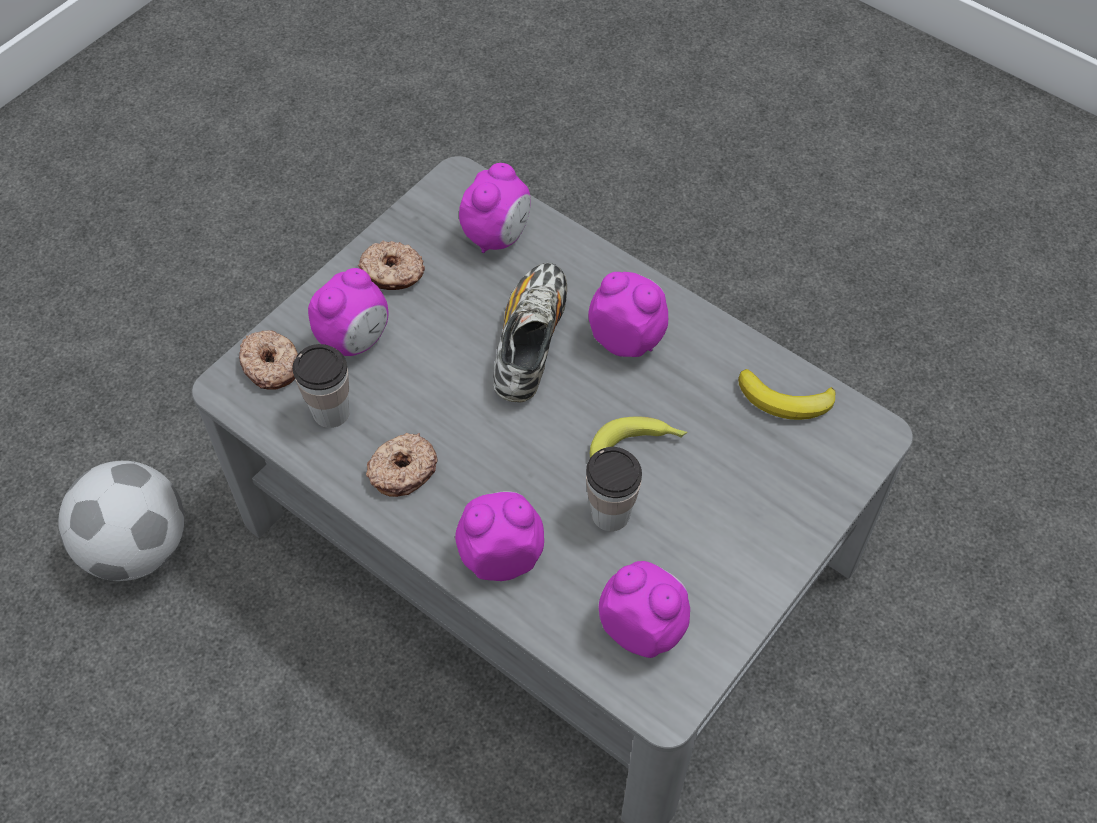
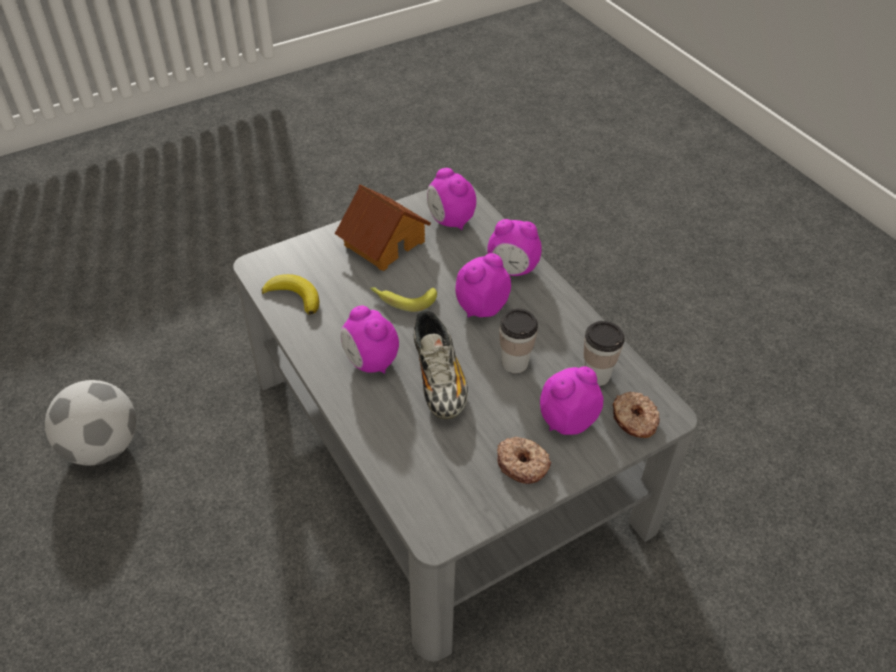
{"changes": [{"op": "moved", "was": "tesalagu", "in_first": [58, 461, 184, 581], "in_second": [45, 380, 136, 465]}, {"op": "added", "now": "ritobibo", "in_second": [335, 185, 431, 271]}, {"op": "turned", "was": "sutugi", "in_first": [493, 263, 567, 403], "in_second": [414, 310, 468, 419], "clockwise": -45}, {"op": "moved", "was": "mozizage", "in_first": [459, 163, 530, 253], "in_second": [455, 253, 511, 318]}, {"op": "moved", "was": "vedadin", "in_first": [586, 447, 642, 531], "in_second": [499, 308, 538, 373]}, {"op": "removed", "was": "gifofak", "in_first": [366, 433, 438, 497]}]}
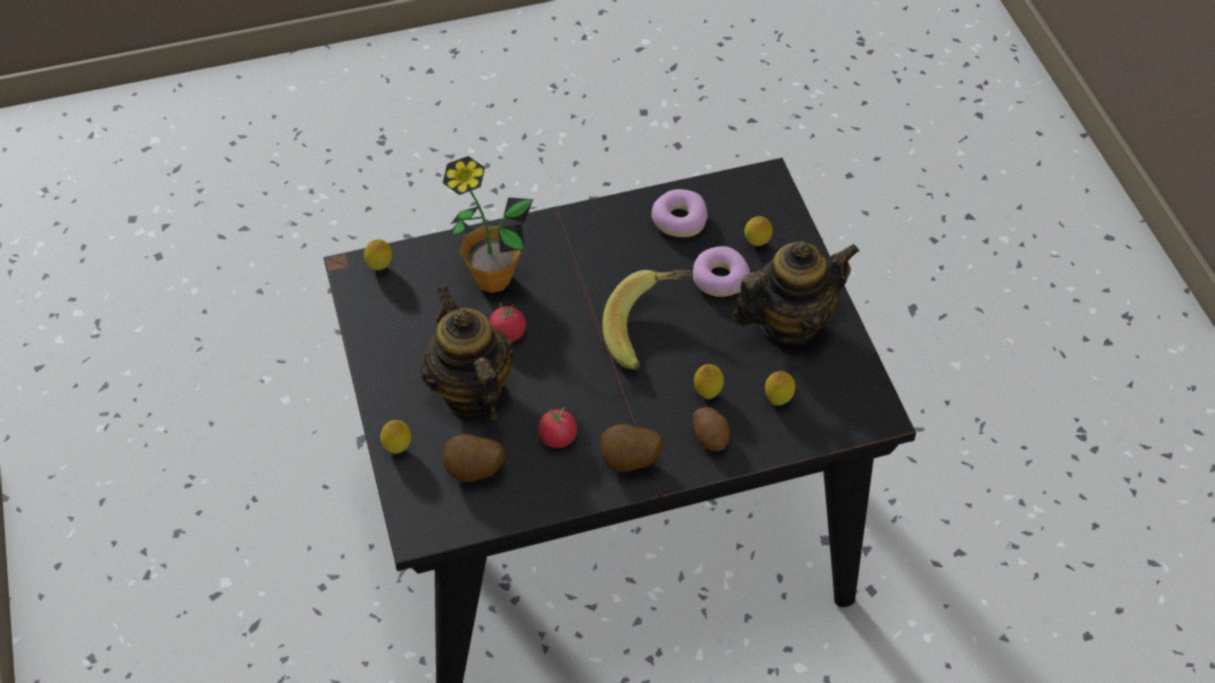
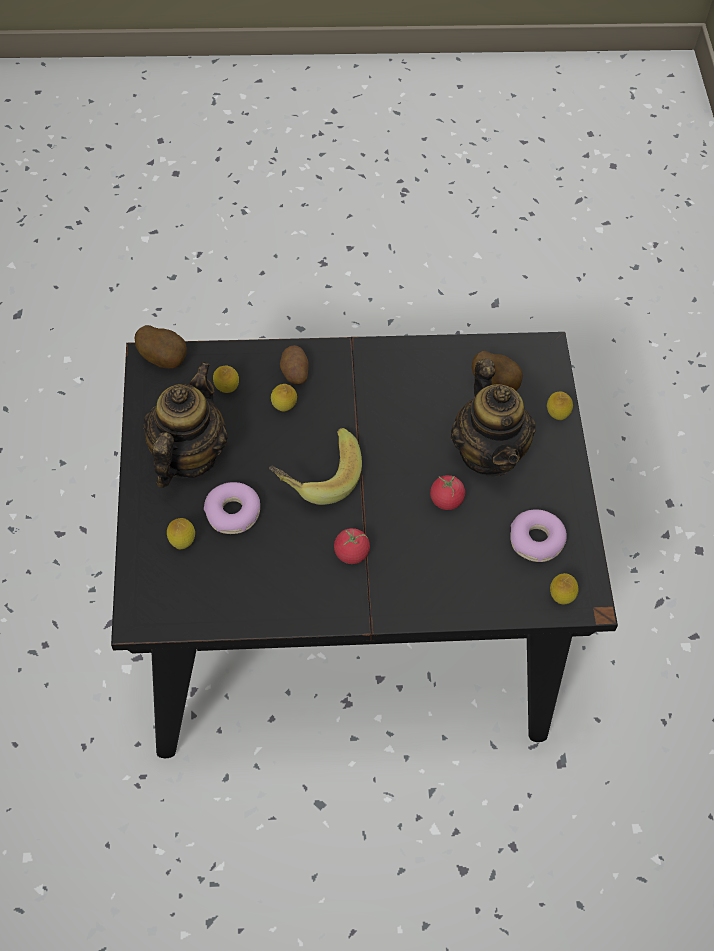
{"changes": [{"op": "moved", "was": "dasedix", "in_first": [600, 424, 663, 472], "in_second": [135, 325, 187, 369]}, {"op": "turned", "was": "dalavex", "in_first": [731, 241, 860, 346], "in_second": [143, 362, 228, 488], "clockwise": 120}, {"op": "moved", "was": "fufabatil", "in_first": [538, 407, 577, 448], "in_second": [334, 528, 370, 564]}, {"op": "moved", "was": "gifofak", "in_first": [651, 189, 708, 237], "in_second": [510, 510, 567, 562]}, {"op": "removed", "was": "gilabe", "in_first": [443, 156, 533, 293]}]}
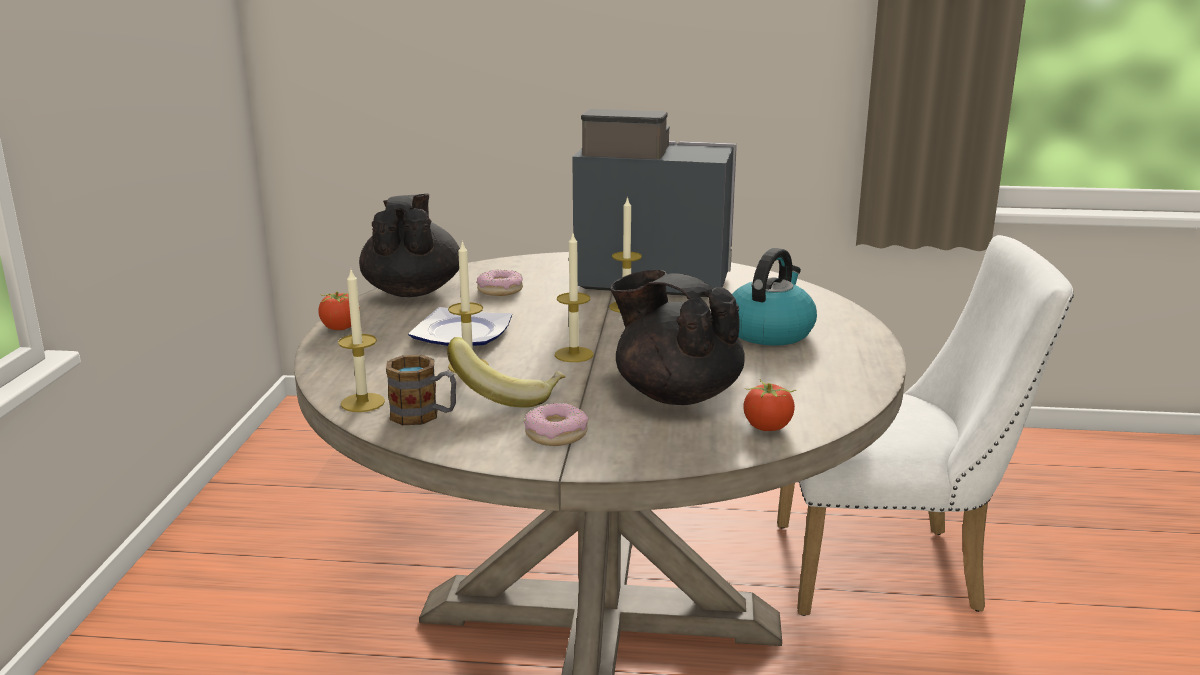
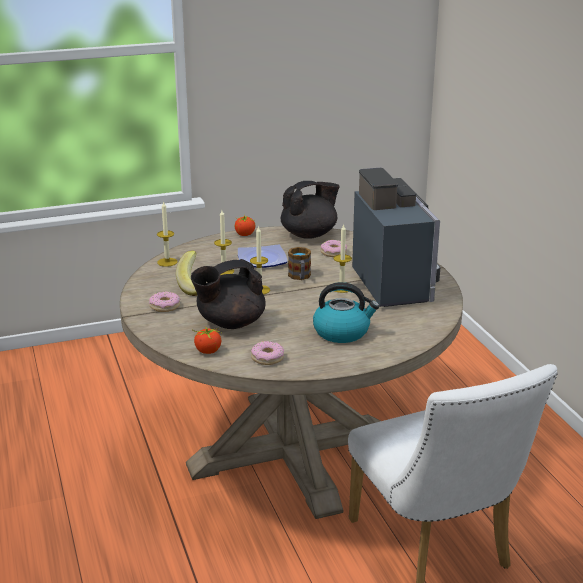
{"changes": [{"op": "turned", "was": "black dalavex", "in_first": [611, 270, 745, 405], "in_second": [191, 259, 266, 329], "clockwise": -135}, {"op": "added", "now": "gifofak", "in_second": [251, 341, 284, 365]}, {"op": "moved", "was": "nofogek", "in_first": [386, 355, 456, 425], "in_second": [288, 247, 311, 280]}]}
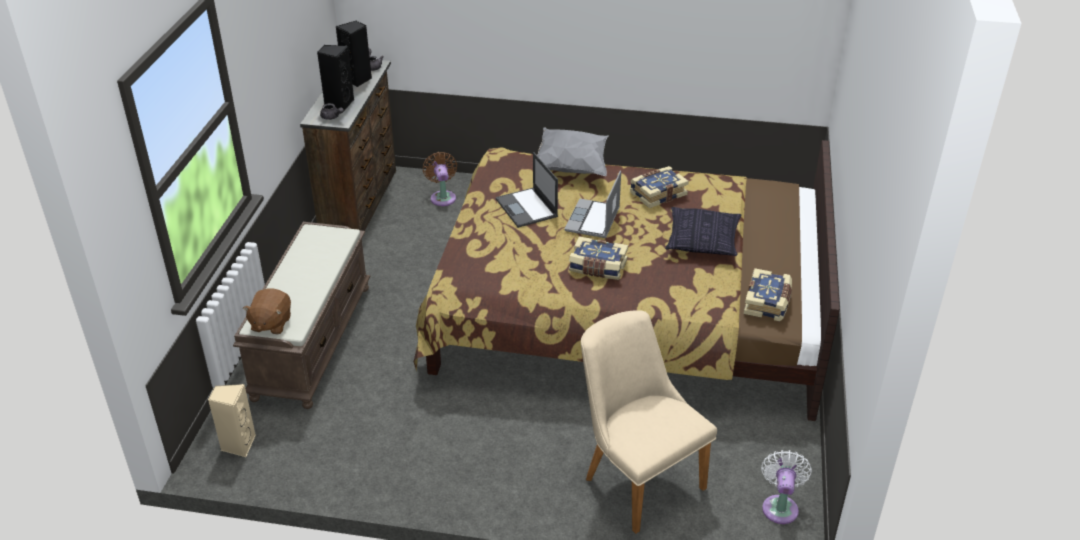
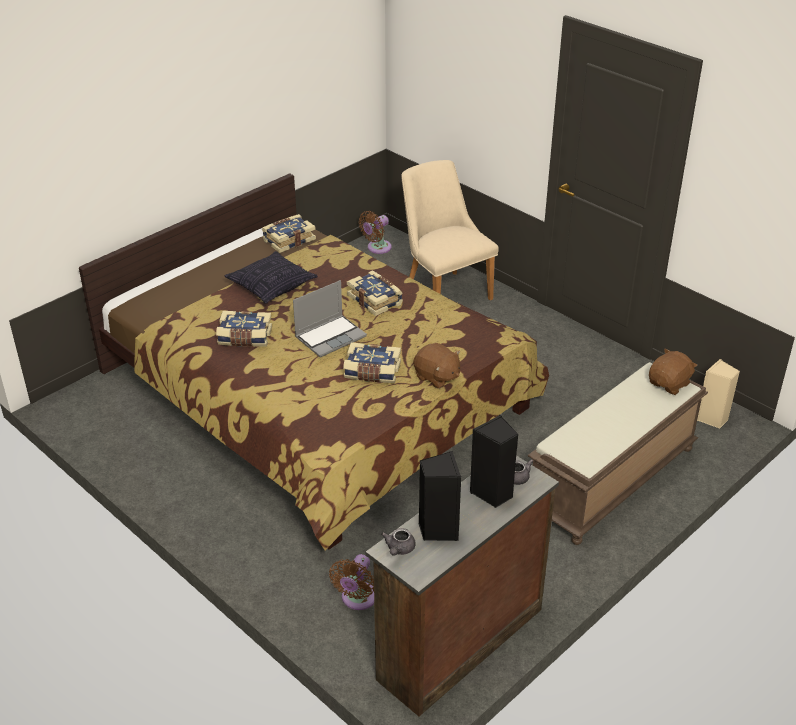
{"changes": [{"op": "replaced", "was": "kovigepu", "now": "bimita", "in_first": [496, 152, 558, 228], "in_second": [343, 342, 401, 383]}, {"op": "recoloured", "was": "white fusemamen", "now": "brown fusemamen", "in_first": [761, 450, 812, 524], "in_second": [359, 211, 392, 254]}, {"op": "turned", "was": "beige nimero", "in_first": [581, 310, 717, 534], "in_second": [401, 160, 499, 301], "clockwise": 150}, {"op": "added", "now": "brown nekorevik", "in_second": [413, 343, 460, 389]}, {"op": "removed", "was": "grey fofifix", "in_first": [537, 127, 609, 176]}]}
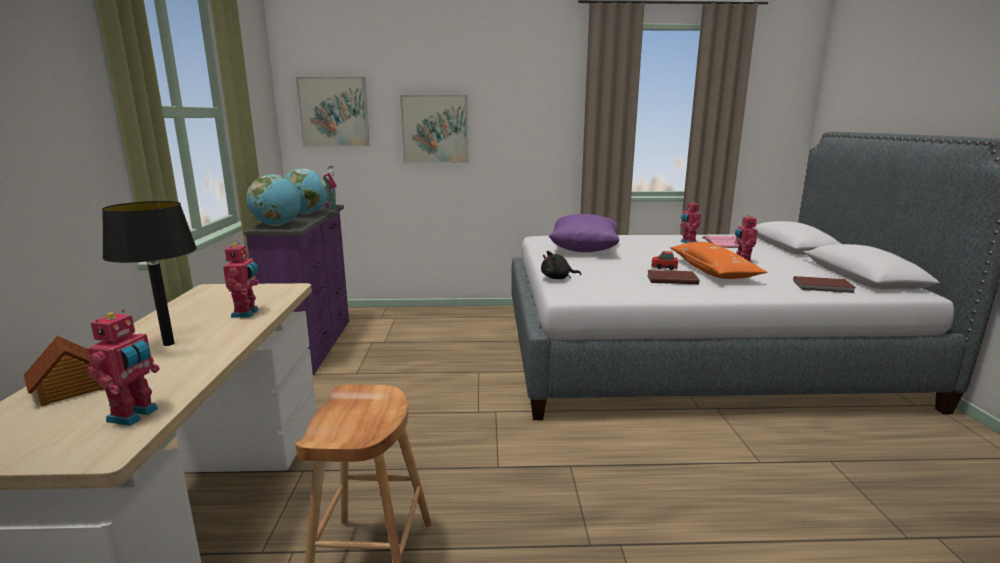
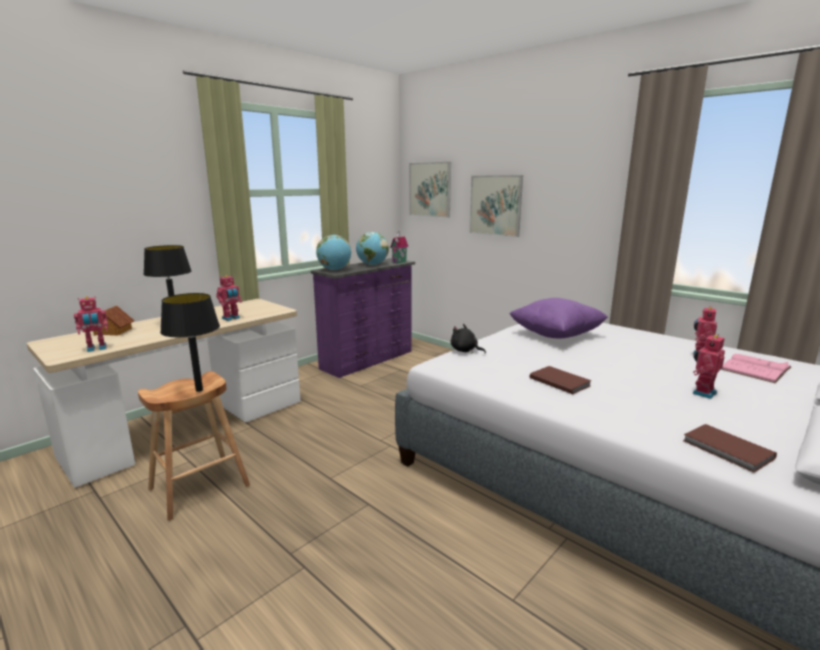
{"changes": [{"op": "added", "now": "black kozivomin", "in_second": [160, 293, 220, 392]}, {"op": "removed", "was": "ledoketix", "in_first": [652, 251, 678, 270]}, {"op": "removed", "was": "orange fofifix", "in_first": [670, 242, 768, 279]}]}
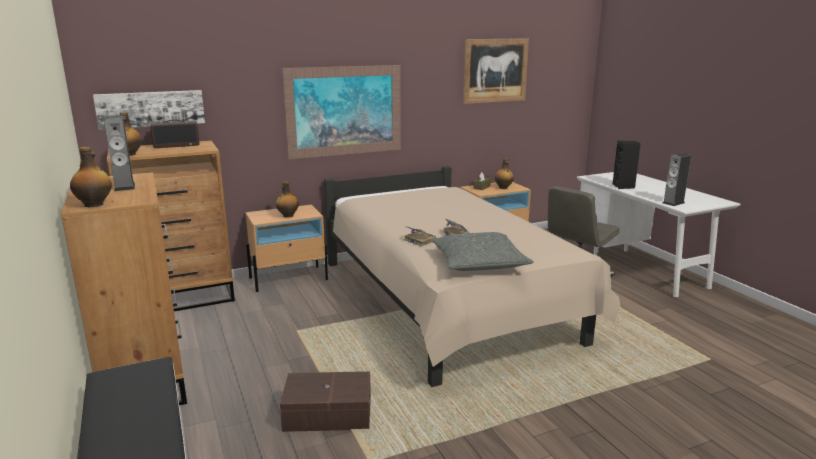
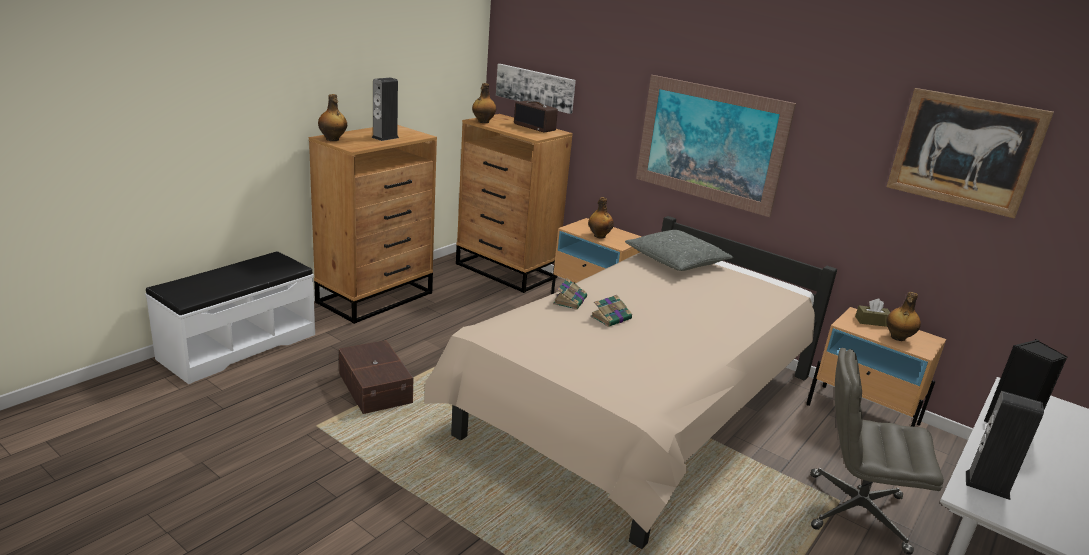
{"changes": [{"op": "moved", "was": "grey fofifix", "in_first": [432, 232, 534, 271], "in_second": [625, 230, 733, 271]}]}
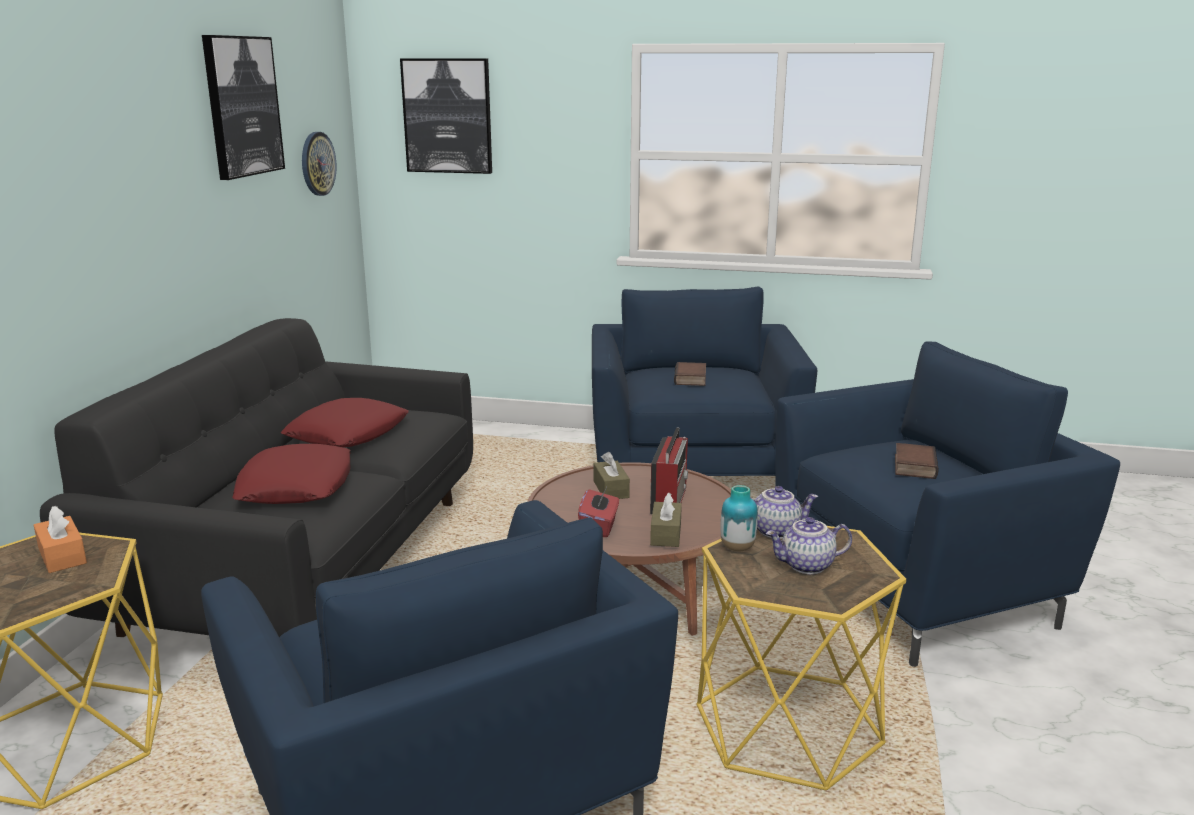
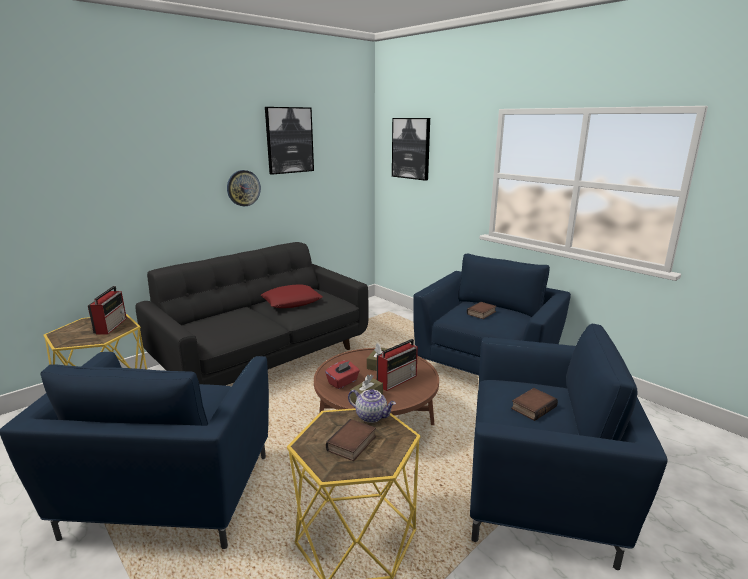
{"changes": [{"op": "replaced", "was": "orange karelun", "now": "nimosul", "in_first": [34, 506, 87, 573], "in_second": [88, 286, 127, 335]}, {"op": "moved", "was": "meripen", "in_first": [302, 132, 337, 196], "in_second": [227, 170, 261, 206]}, {"op": "replaced", "was": "dalavex", "now": "bimita", "in_first": [766, 517, 852, 574], "in_second": [326, 419, 376, 461]}, {"op": "removed", "was": "red fofifix", "in_first": [232, 444, 351, 504]}, {"op": "removed", "was": "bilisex", "in_first": [720, 485, 758, 551]}]}
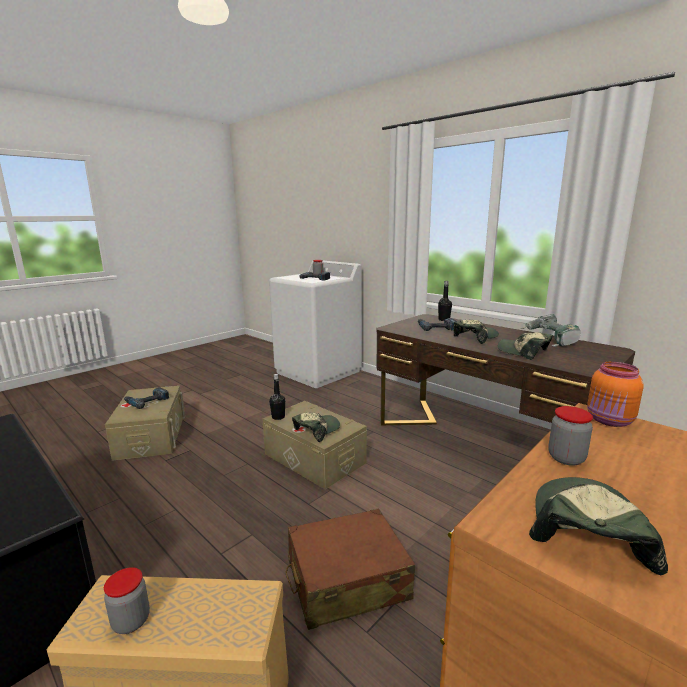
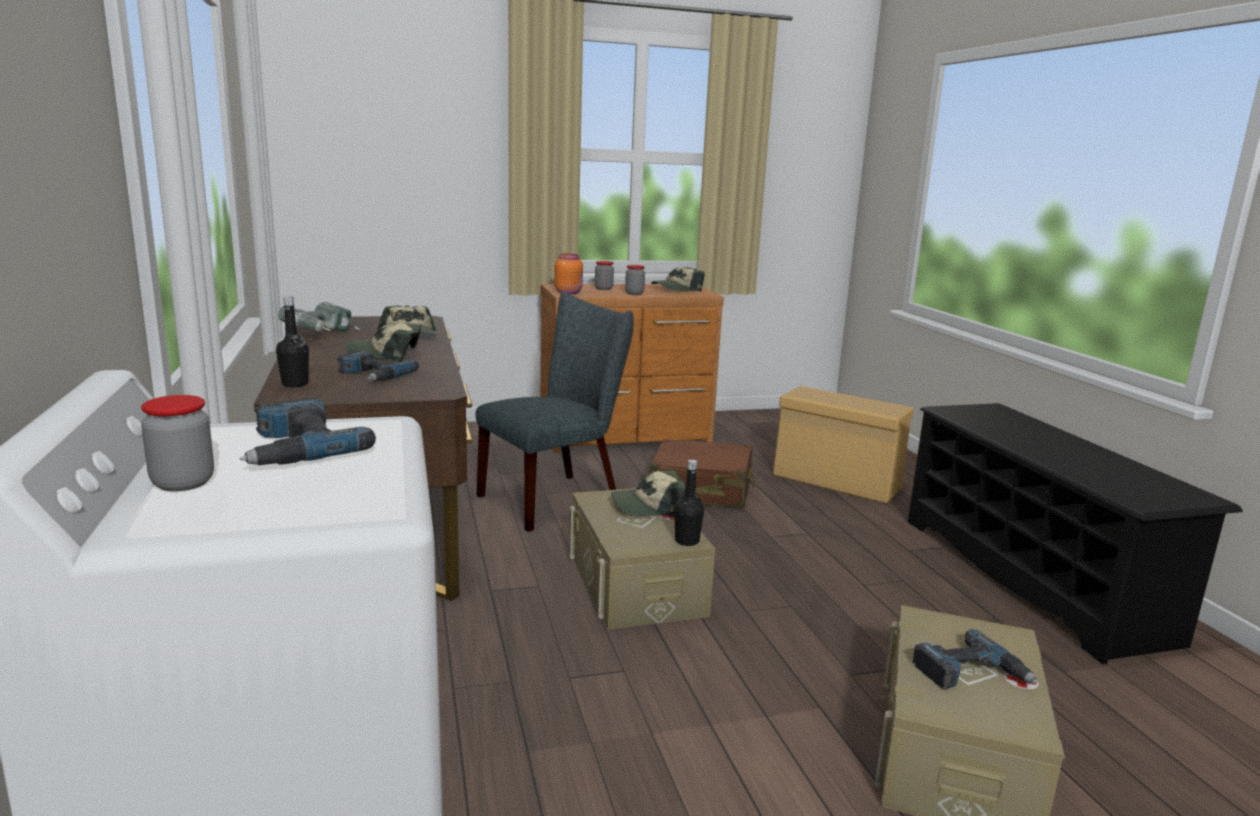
{"changes": [{"op": "added", "now": "grey nimero", "in_second": [476, 292, 634, 532]}, {"op": "moved", "was": "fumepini", "in_first": [104, 567, 150, 634], "in_second": [595, 261, 614, 290]}]}
